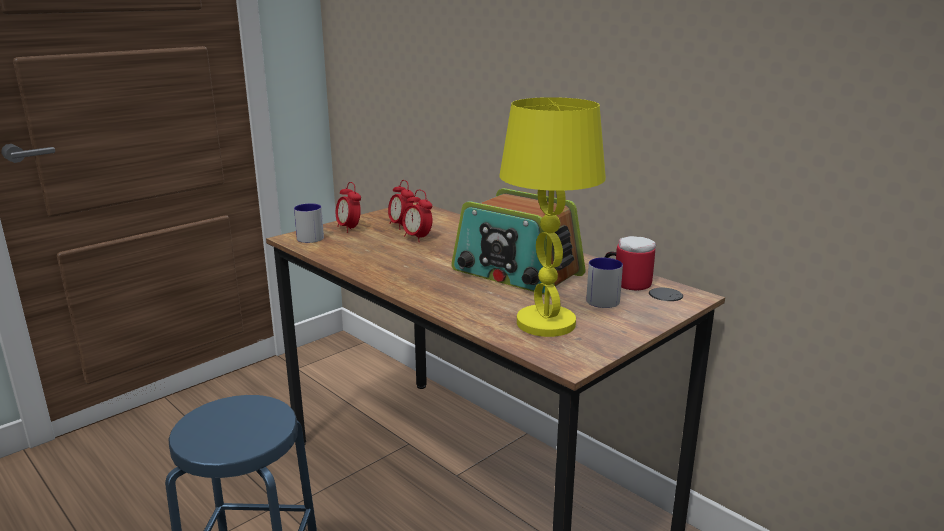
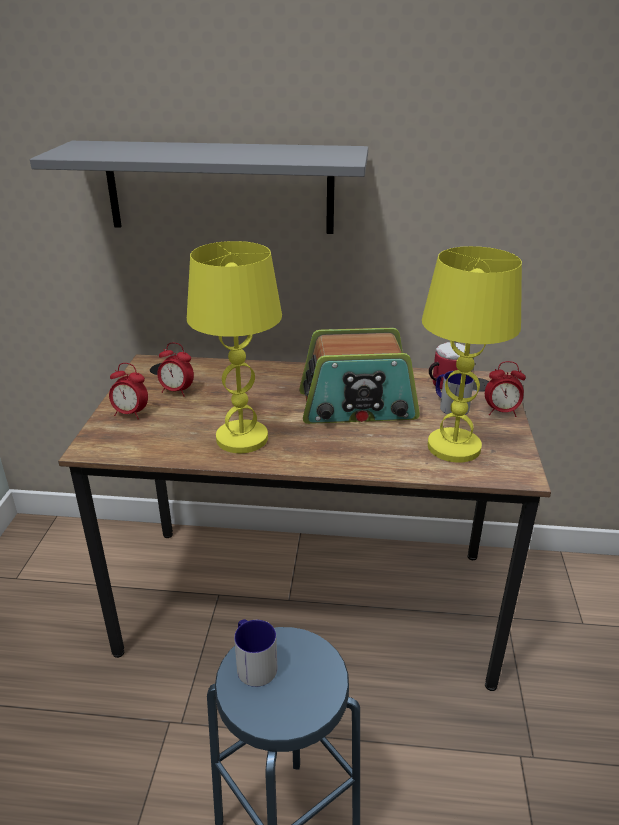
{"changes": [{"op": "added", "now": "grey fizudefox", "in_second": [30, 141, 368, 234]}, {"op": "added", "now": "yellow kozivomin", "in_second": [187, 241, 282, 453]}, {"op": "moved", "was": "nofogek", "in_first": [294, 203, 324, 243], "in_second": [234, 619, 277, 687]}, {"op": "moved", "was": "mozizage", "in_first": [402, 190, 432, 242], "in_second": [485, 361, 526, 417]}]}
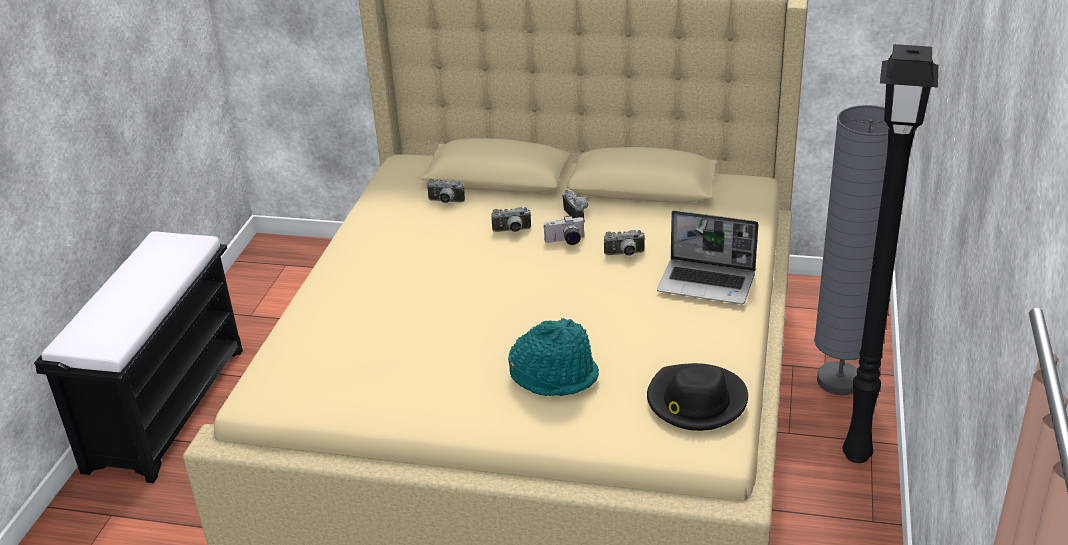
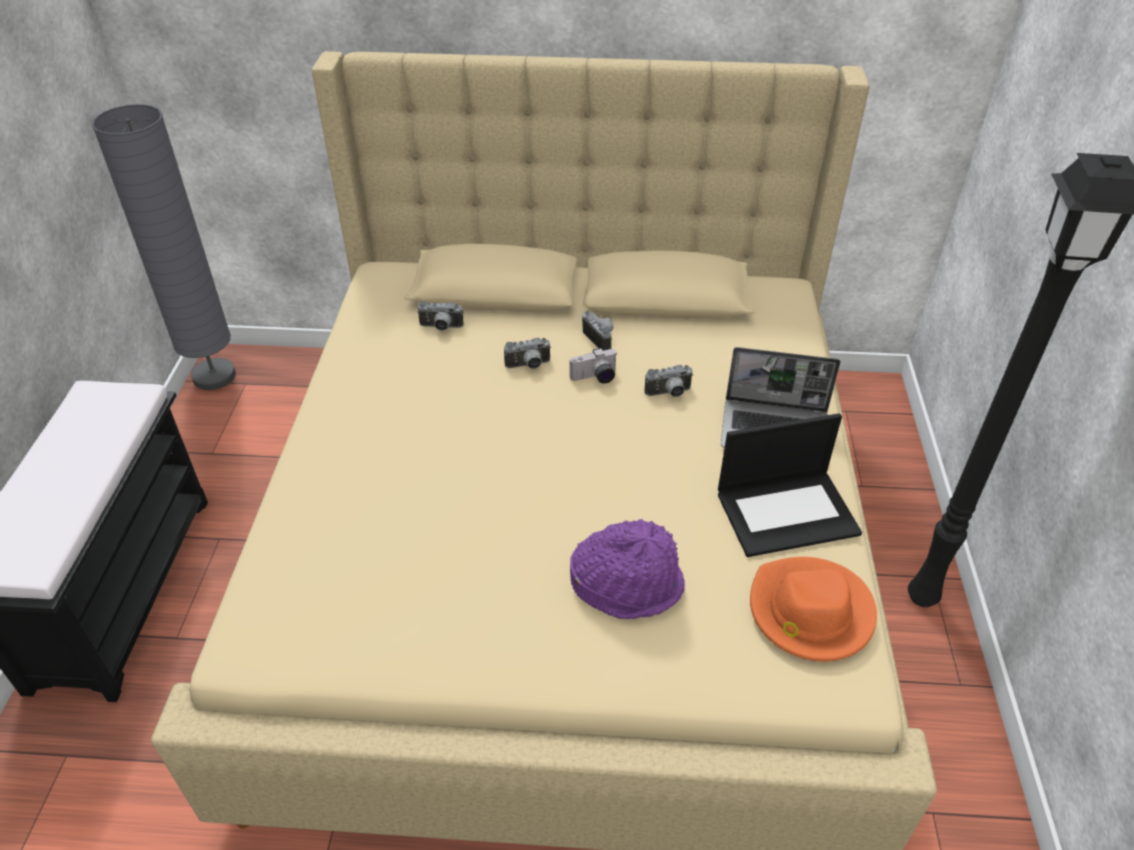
{"changes": [{"op": "moved", "was": "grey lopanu", "in_first": [814, 105, 888, 395], "in_second": [92, 104, 236, 390]}, {"op": "recoloured", "was": "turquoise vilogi", "now": "purple vilogi", "in_first": [508, 318, 599, 396], "in_second": [570, 519, 685, 619]}, {"op": "added", "now": "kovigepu", "in_second": [718, 413, 862, 557]}, {"op": "recoloured", "was": "black vilogi", "now": "orange vilogi", "in_first": [647, 363, 748, 431], "in_second": [750, 557, 877, 661]}]}
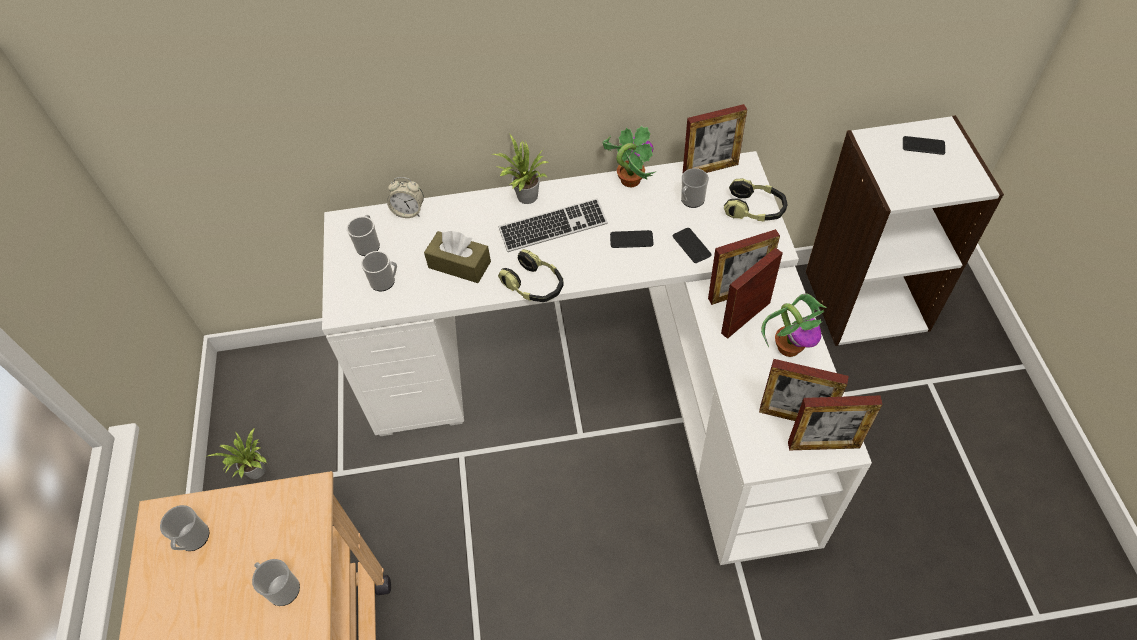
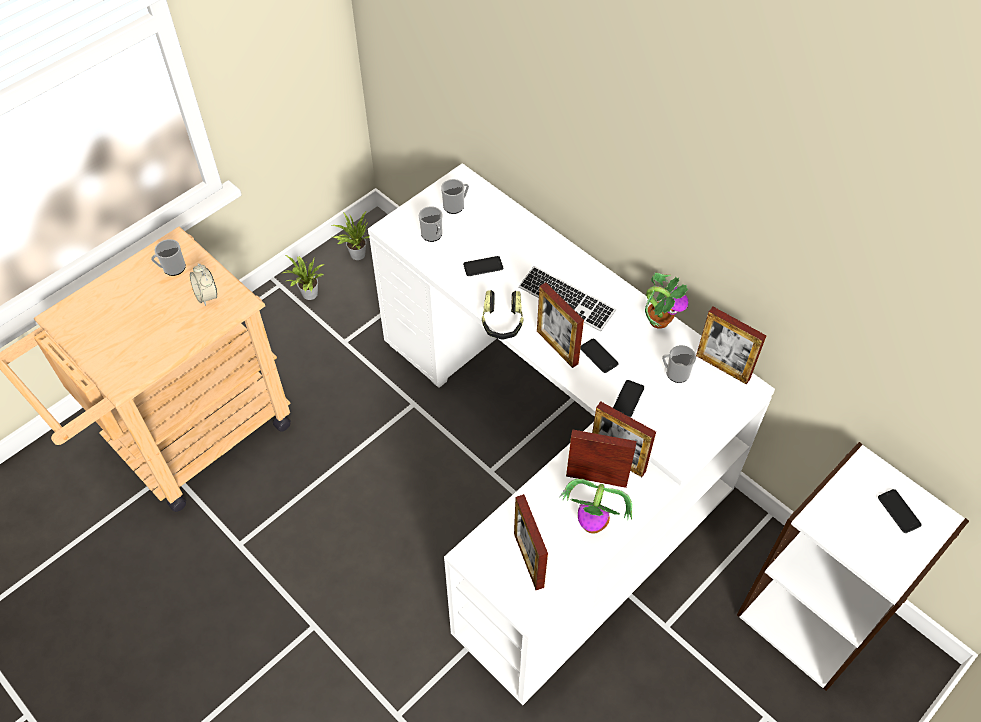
{"changes": [{"op": "moved", "was": "mozizage", "in_first": [387, 177, 424, 218], "in_second": [190, 264, 217, 306]}, {"op": "moved", "was": "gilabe", "in_first": [493, 135, 548, 204], "in_second": [332, 211, 369, 260]}, {"op": "replaced", "was": "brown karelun", "now": "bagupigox", "in_first": [424, 231, 491, 283], "in_second": [463, 256, 503, 276]}, {"op": "moved", "was": "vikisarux", "in_first": [788, 396, 883, 450], "in_second": [537, 283, 584, 368]}, {"op": "removed", "was": "nofogek", "in_first": [252, 559, 300, 606]}, {"op": "removed", "was": "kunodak", "in_first": [724, 178, 788, 221]}]}
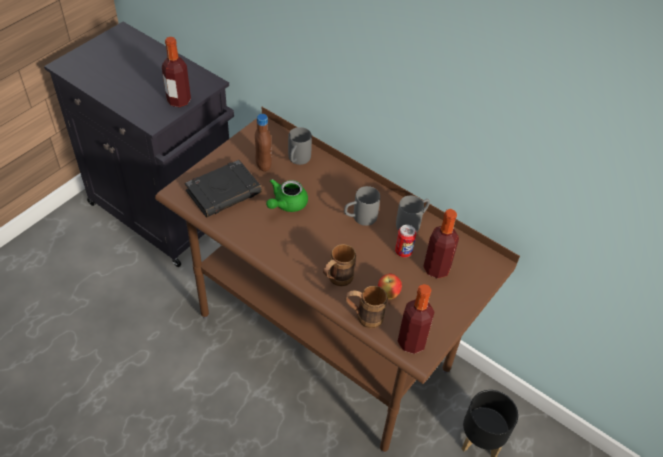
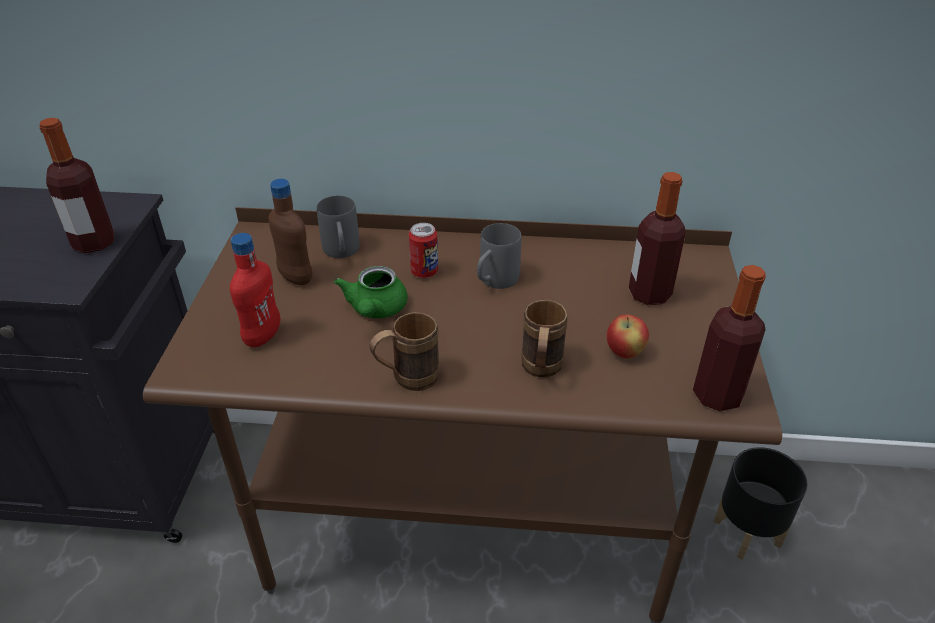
{"changes": [{"op": "replaced", "was": "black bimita", "now": "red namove", "in_first": [185, 160, 262, 217], "in_second": [230, 233, 281, 347]}, {"op": "moved", "was": "brown nofogek", "in_first": [346, 286, 388, 329], "in_second": [369, 312, 439, 391]}, {"op": "moved", "was": "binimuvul", "in_first": [395, 225, 416, 257], "in_second": [409, 223, 438, 278]}, {"op": "removed", "was": "grey nofogek", "in_first": [396, 196, 430, 233]}]}
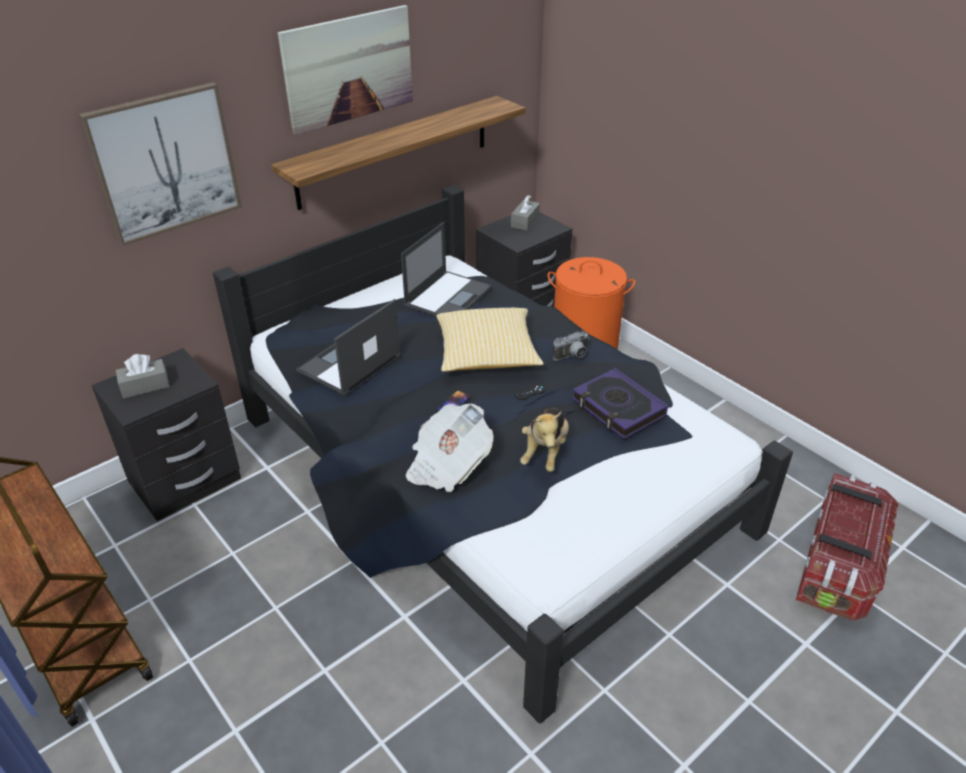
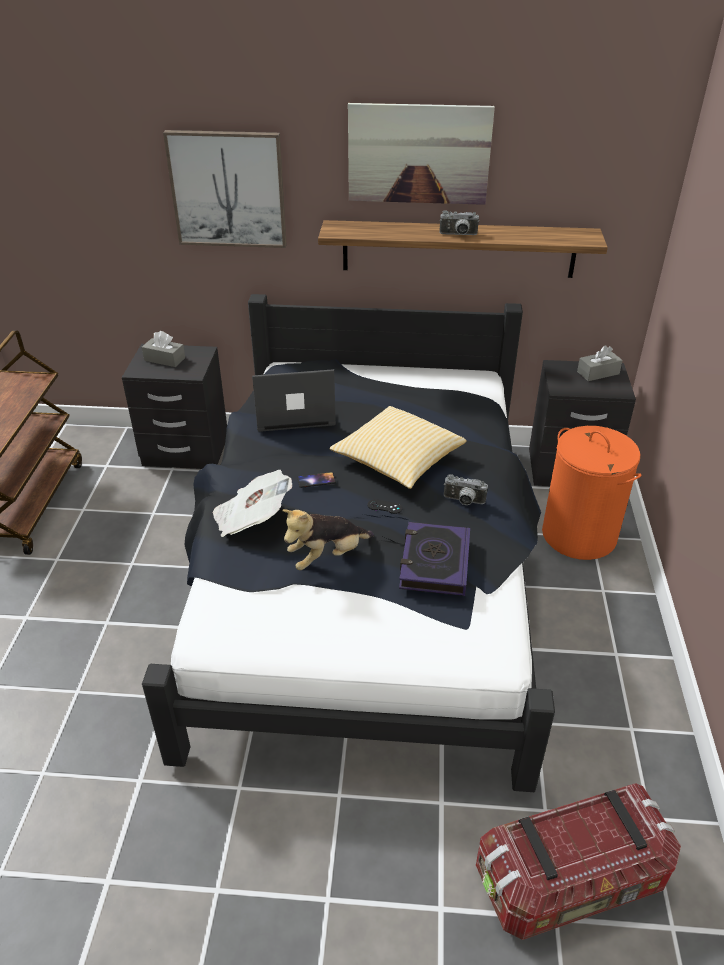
{"changes": [{"op": "added", "now": "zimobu", "in_second": [439, 210, 479, 235]}, {"op": "removed", "was": "kovigepu", "in_first": [401, 222, 492, 317]}]}
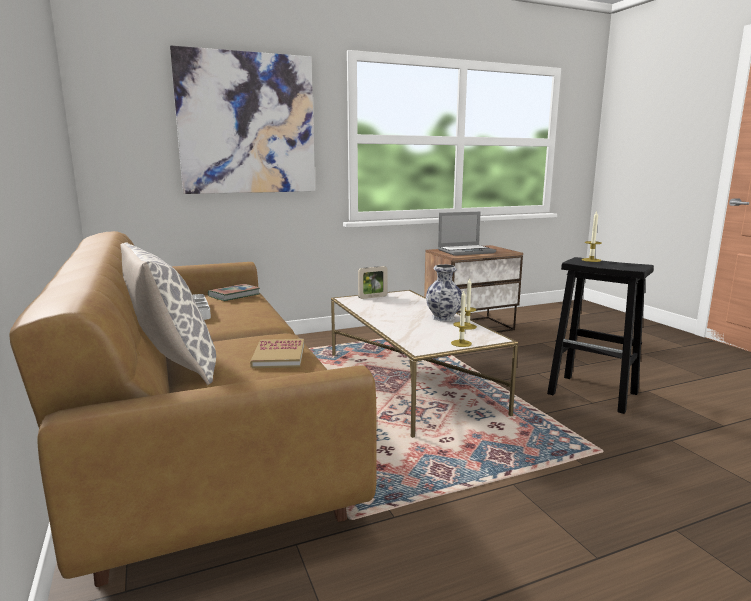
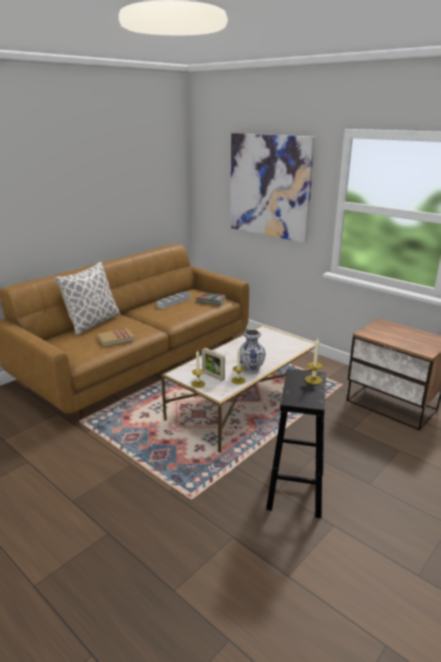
{"changes": [{"op": "moved", "was": "vikisarux", "in_first": [358, 266, 388, 299], "in_second": [202, 348, 225, 381]}, {"op": "removed", "was": "kovigepu", "in_first": [438, 212, 496, 256]}]}
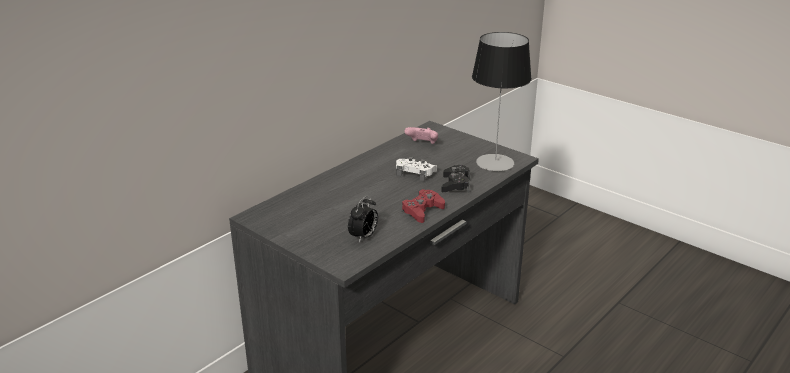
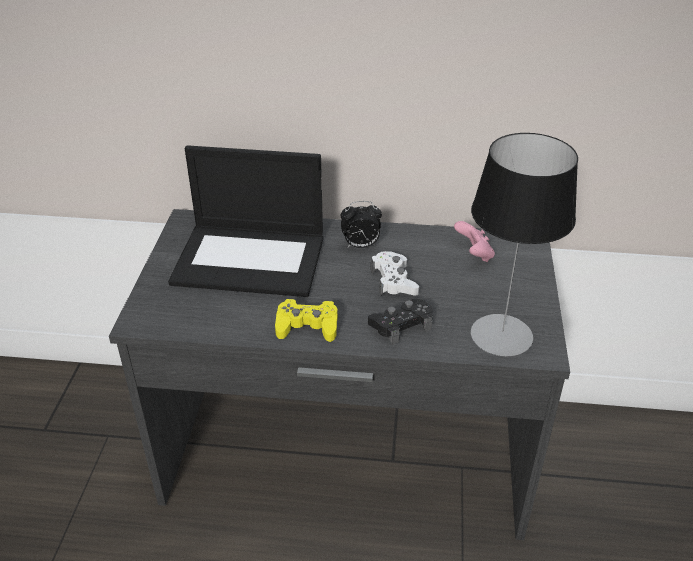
{"changes": [{"op": "added", "now": "kovigepu", "in_second": [168, 145, 323, 297]}, {"op": "recoloured", "was": "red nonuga", "now": "yellow nonuga", "in_first": [402, 189, 445, 223], "in_second": [275, 299, 338, 342]}, {"op": "moved", "was": "mozizage", "in_first": [348, 195, 378, 242], "in_second": [341, 201, 382, 248]}]}
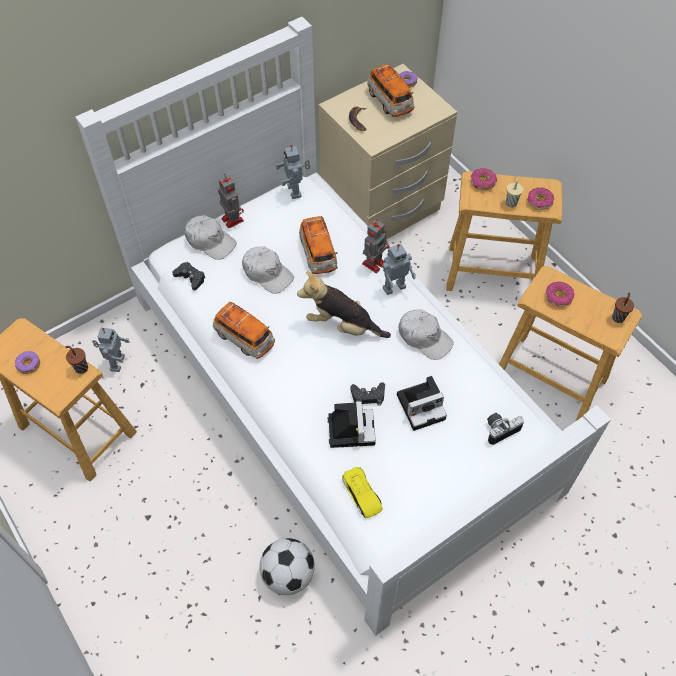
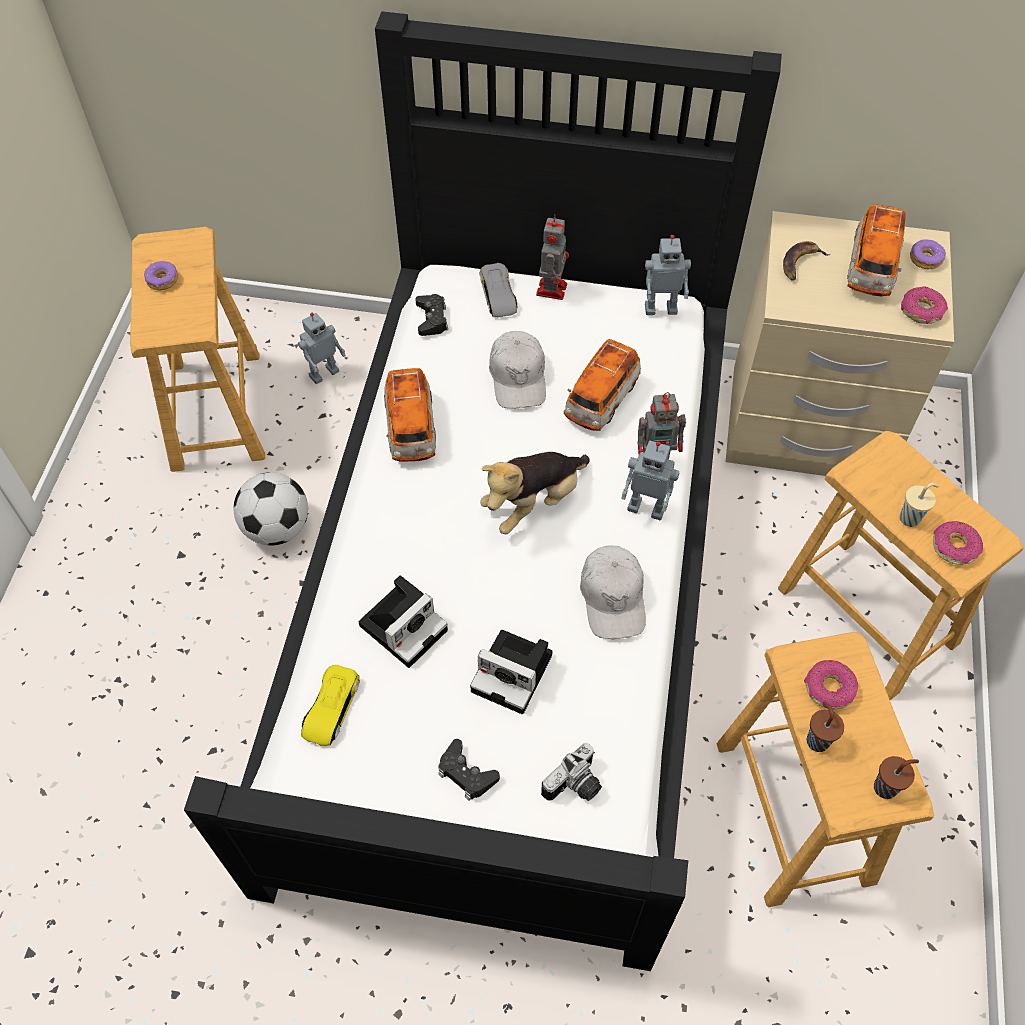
{"changes": [{"op": "recoloured", "was": "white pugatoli", "now": "black pugatoli", "in_first": [75, 17, 611, 636], "in_second": [184, 11, 782, 971]}, {"op": "moved", "was": "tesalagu", "in_first": [259, 538, 315, 595], "in_second": [234, 472, 308, 545]}, {"op": "moved", "was": "black nonuga", "in_first": [350, 382, 385, 406], "in_second": [438, 739, 500, 801]}, {"op": "replaced", "was": "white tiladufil", "now": "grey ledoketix", "in_first": [184, 215, 237, 260], "in_second": [480, 263, 517, 317]}, {"op": "turned", "was": "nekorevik", "in_first": [297, 272, 391, 338], "in_second": [480, 452, 590, 534], "clockwise": -105}, {"op": "turned", "was": "zimobu", "in_first": [487, 413, 524, 445], "in_second": [541, 743, 602, 801], "clockwise": 120}, {"op": "turned", "was": "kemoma", "in_first": [276, 145, 310, 199], "in_second": [645, 235, 691, 315], "clockwise": -120}, {"op": "moved", "was": "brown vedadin", "in_first": [65, 346, 88, 374], "in_second": [807, 701, 844, 752]}, {"op": "moved", "was": "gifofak", "in_first": [471, 168, 497, 190], "in_second": [901, 286, 948, 324]}]}
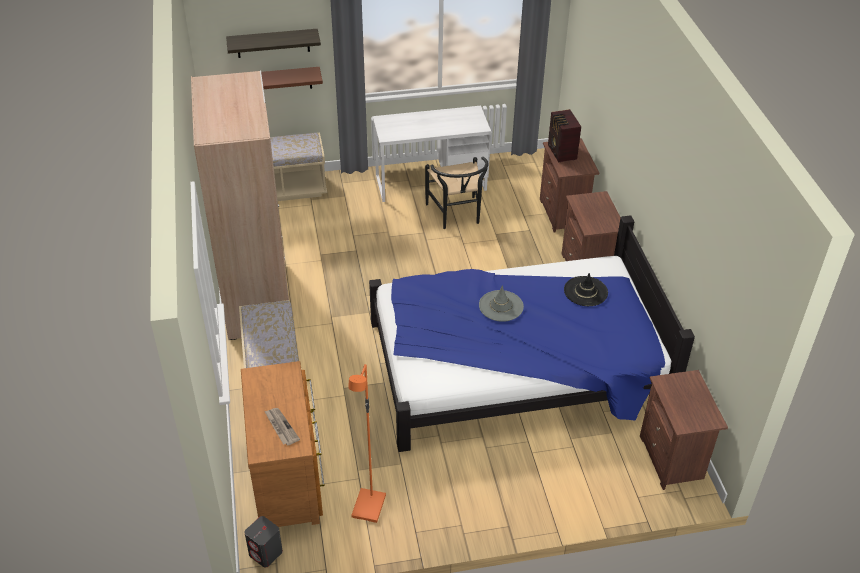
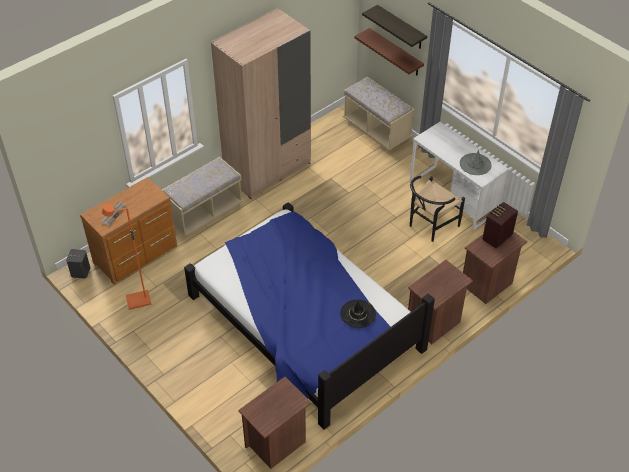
{"changes": [{"op": "moved", "was": "grey vilogi", "in_first": [479, 285, 524, 322], "in_second": [460, 150, 492, 175]}]}
